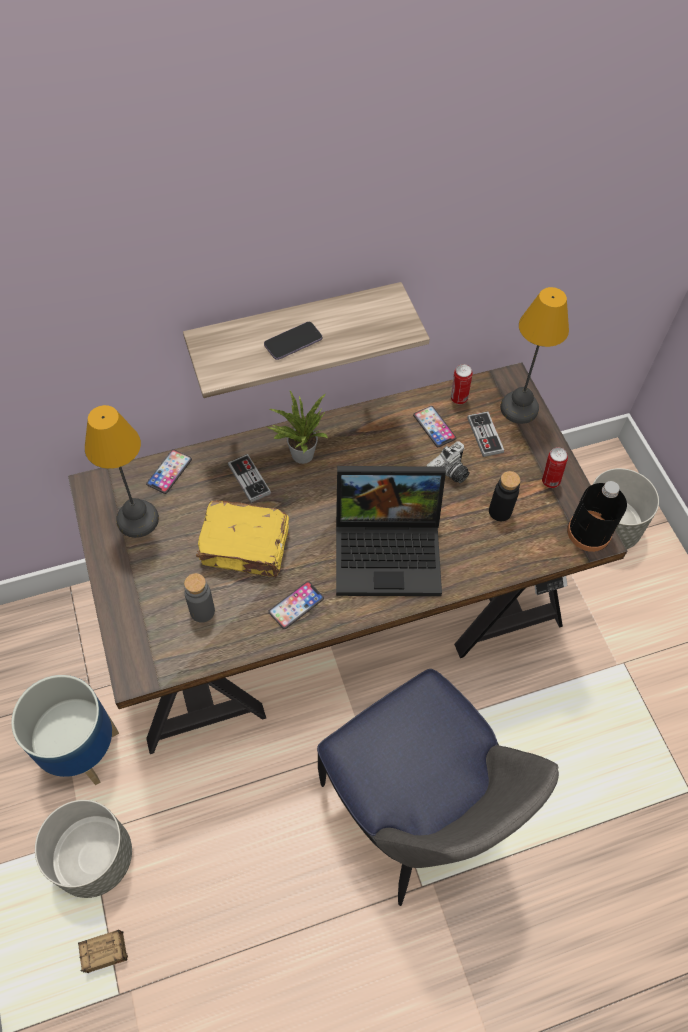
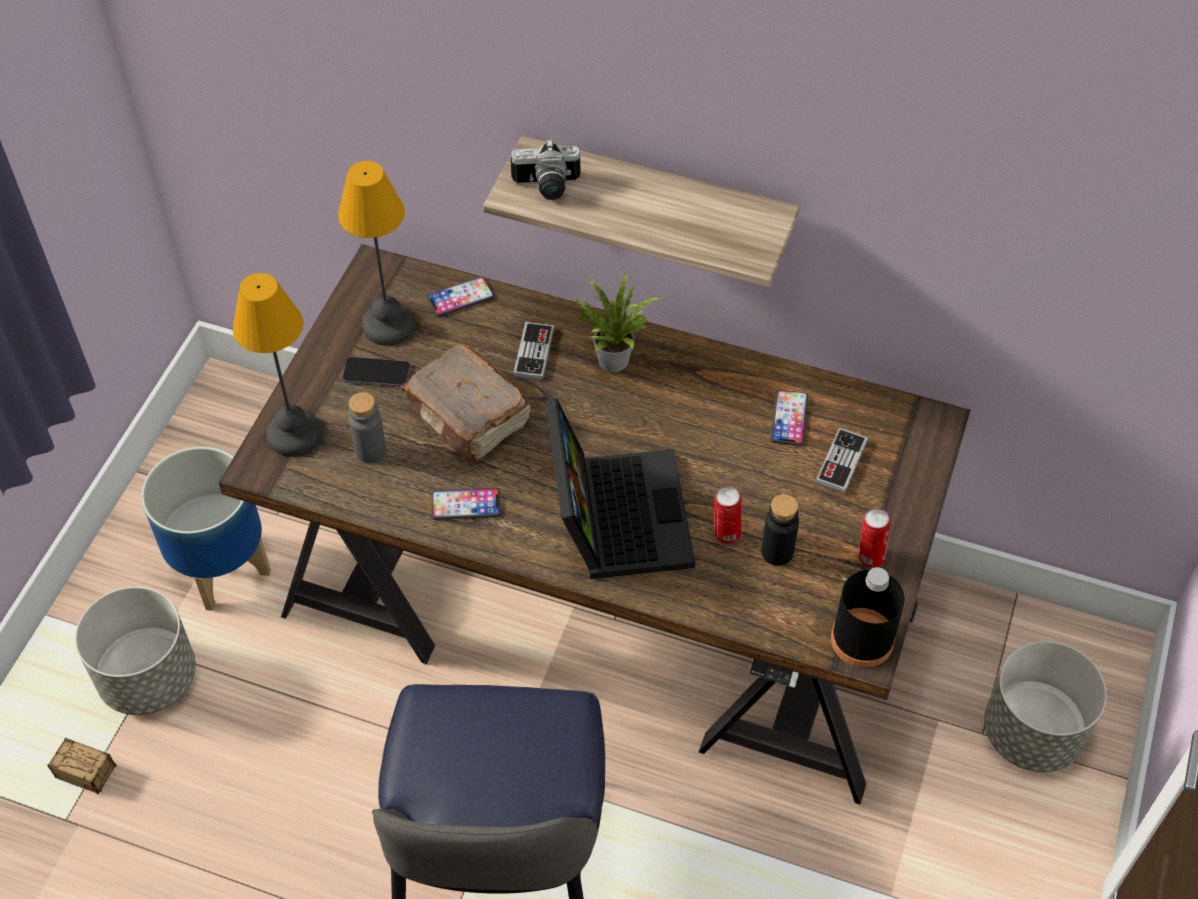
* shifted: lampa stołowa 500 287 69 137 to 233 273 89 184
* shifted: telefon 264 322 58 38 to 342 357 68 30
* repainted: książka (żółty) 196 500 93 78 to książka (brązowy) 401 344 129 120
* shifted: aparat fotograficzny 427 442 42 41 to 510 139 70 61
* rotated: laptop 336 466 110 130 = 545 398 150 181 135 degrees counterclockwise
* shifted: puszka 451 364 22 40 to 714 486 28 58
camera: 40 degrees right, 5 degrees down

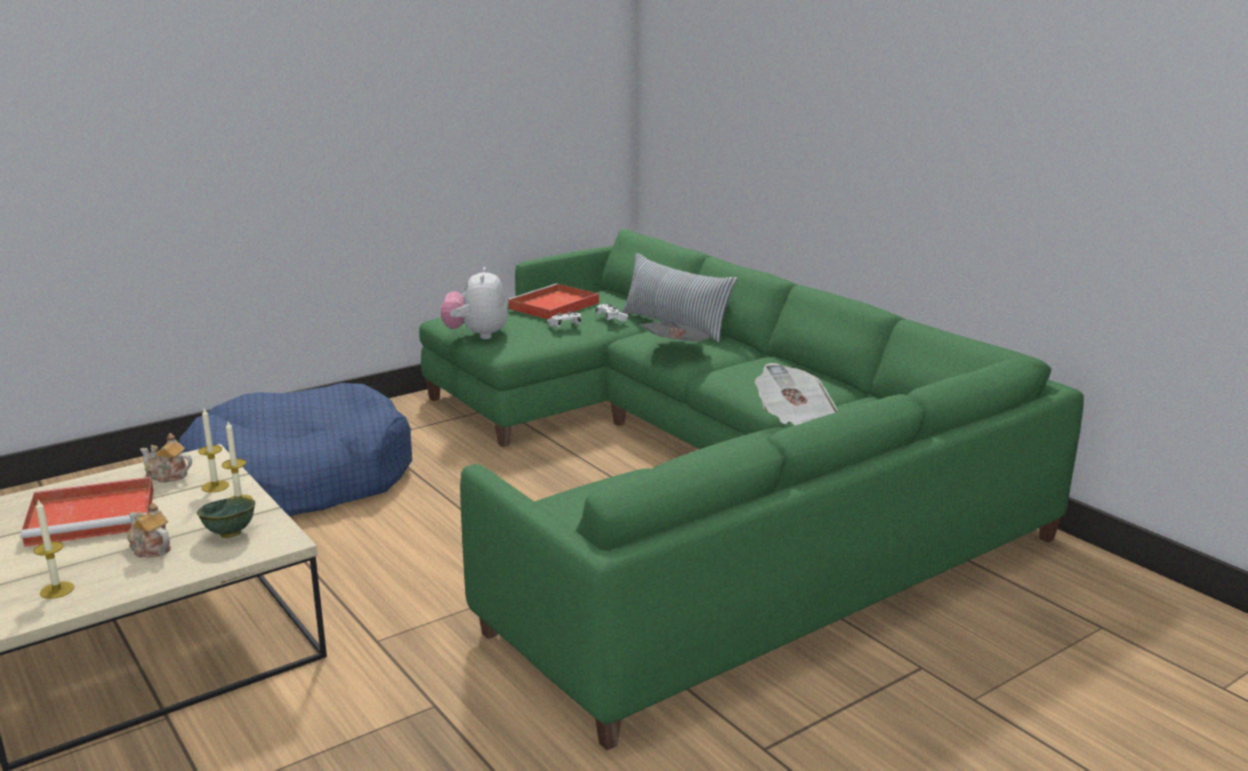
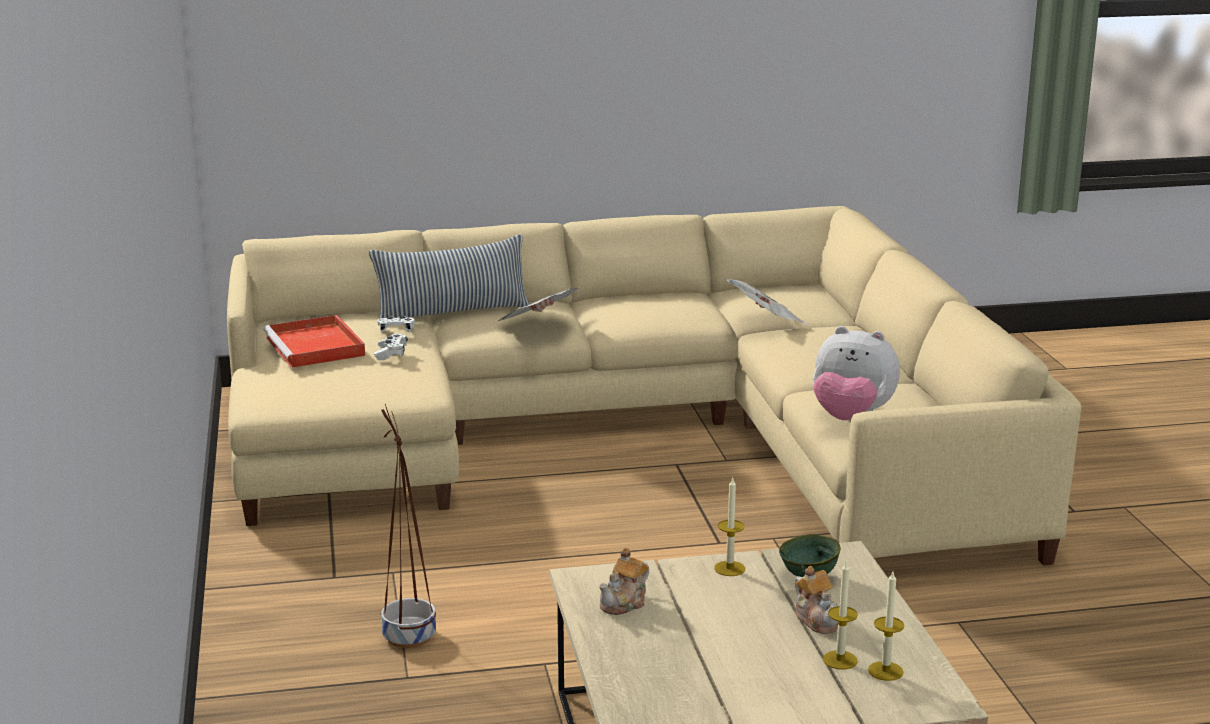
* repainted: kanapa (zielony) 419 229 665 521 to kanapa (beżowy) 227 206 854 360
* swapped: legowisko (niebieski) 179 383 233 134 to donica (brązowy) 380 404 56 244
* rotated: imbryk 127 503 44 55 = 795 566 44 68 90 degrees counterclockwise
* shifted: pluszak 440 267 68 72 to 813 326 87 94
* shifted: świeca 198 409 31 84 to 823 560 35 110
* gone: taca (czerwony) 21 477 132 70
camera: 65 degrees left, 0 degrees up

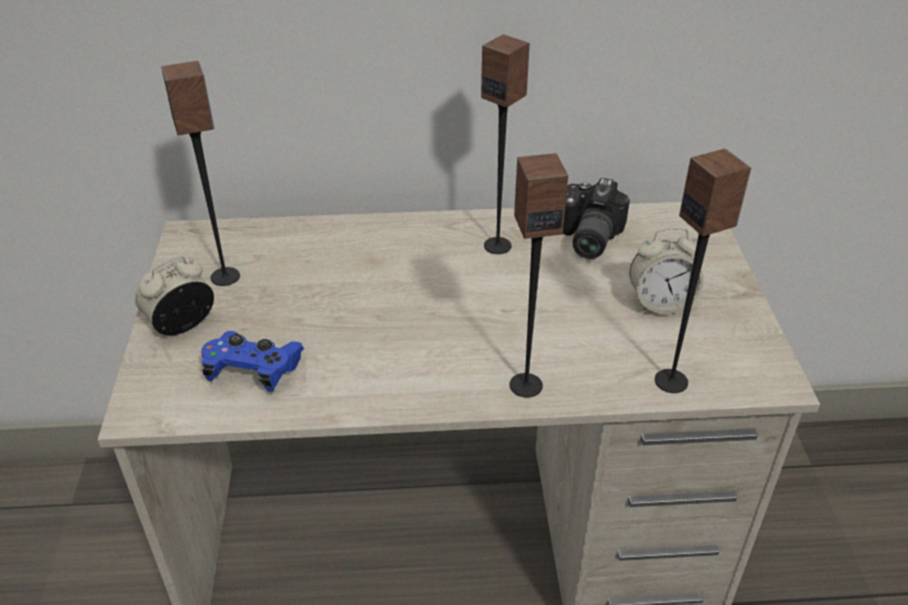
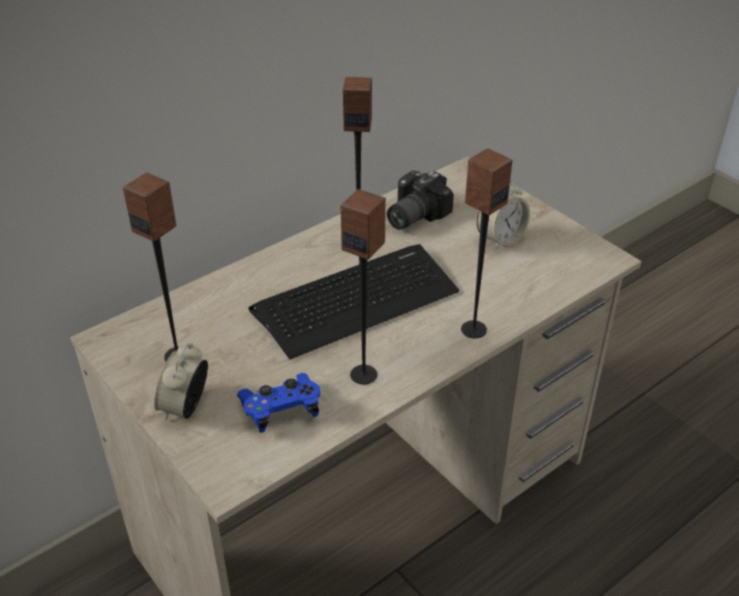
* new: klawiatura 248 244 211 115
* shifted: głośnik 655 149 96 244 to 341 189 45 196
* rotated: aparat fotograficzny 563 178 67 81 = 387 171 67 59 60 degrees clockwise
camera: 35 degrees left, 0 degrees up

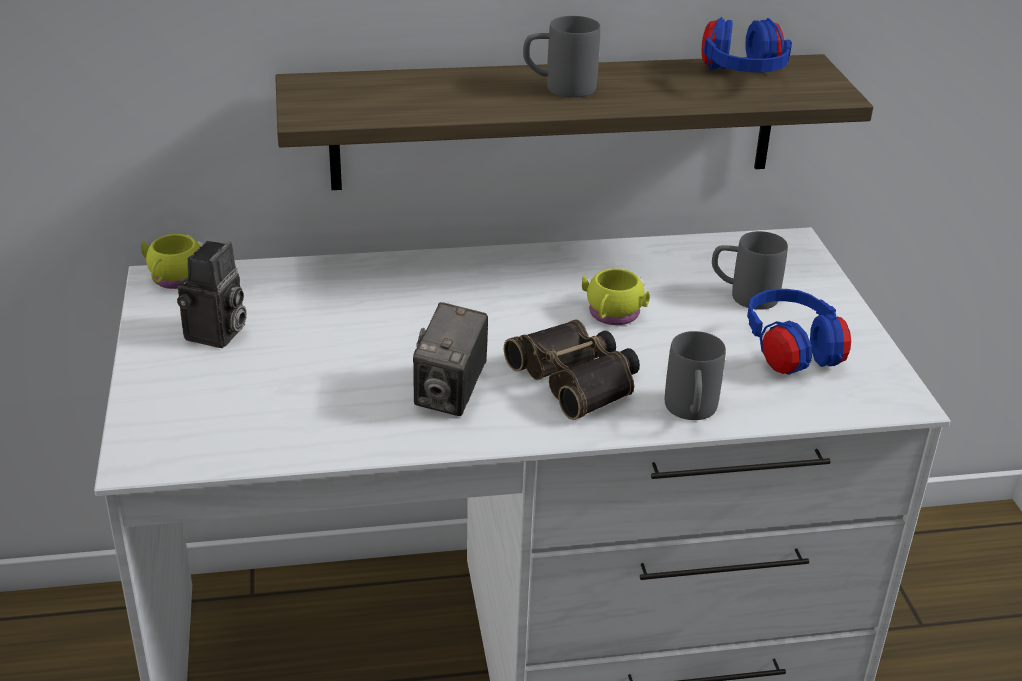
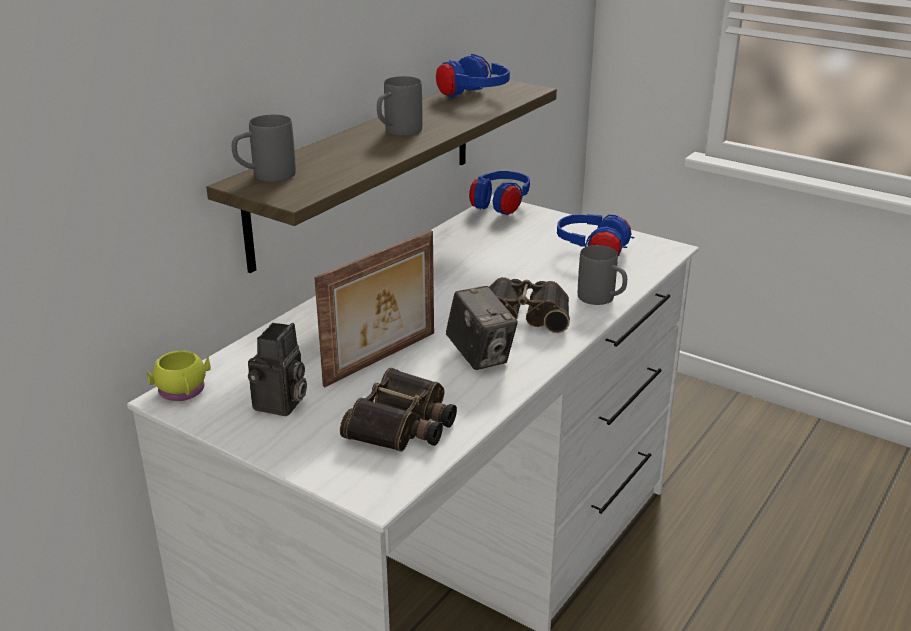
* shifted: kubek (szary) 712 231 76 79 to 232 115 64 67
* rotated: aparat fotograficzny 177 241 70 107 = 248 323 59 93 45 degrees clockwise
* new: ramka na zdjęcie 314 230 120 157
* new: lornetka 340 368 117 84
* new: słuchawki (niebieski) 469 171 61 44
* gone: kubek (żółty) 582 268 68 57
camera: 45 degrees left, 5 degrees down

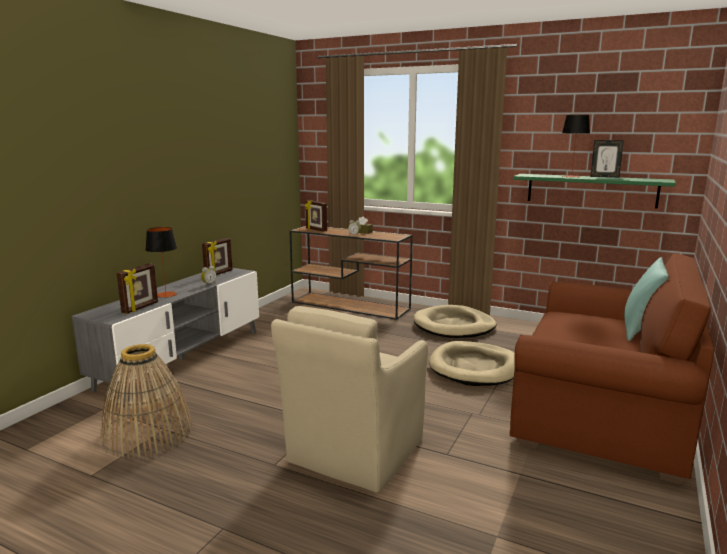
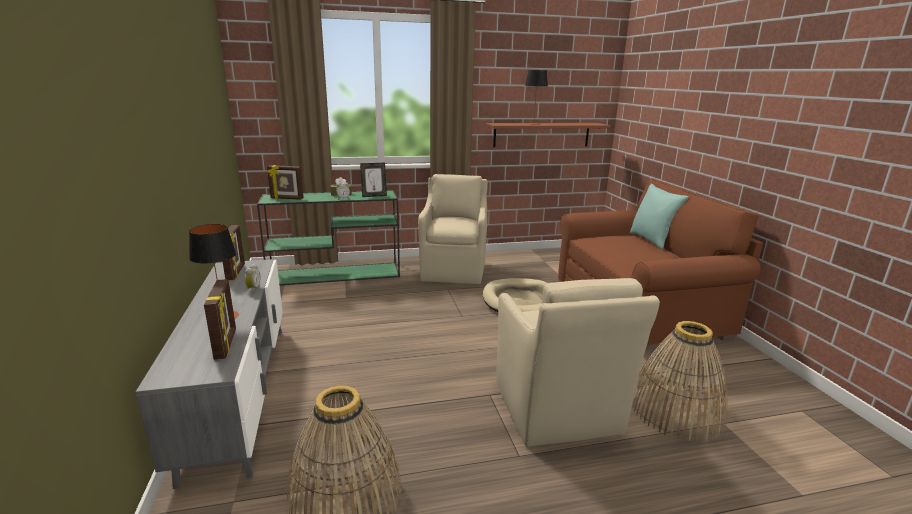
* repainted: stolik konsolowy (brązowy) 290 226 123 94 to stolik konsolowy (zielony) 257 190 143 96
* shifted: ramka na zdjęcie 590 140 34 38 to 360 163 27 34
* swapped: legowisko (beżowy) 414 305 82 33 to fotel (beżowy) 418 174 70 110
* repainted: półka (zielony) 513 174 163 35 to półka (brązowy) 486 123 125 24
* new: koszyk 633 321 94 121
camera: 40 degrees left, 5 degrees up

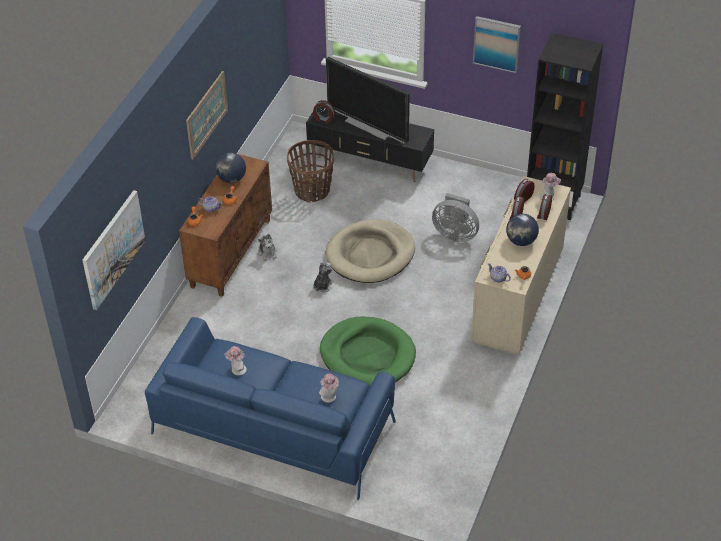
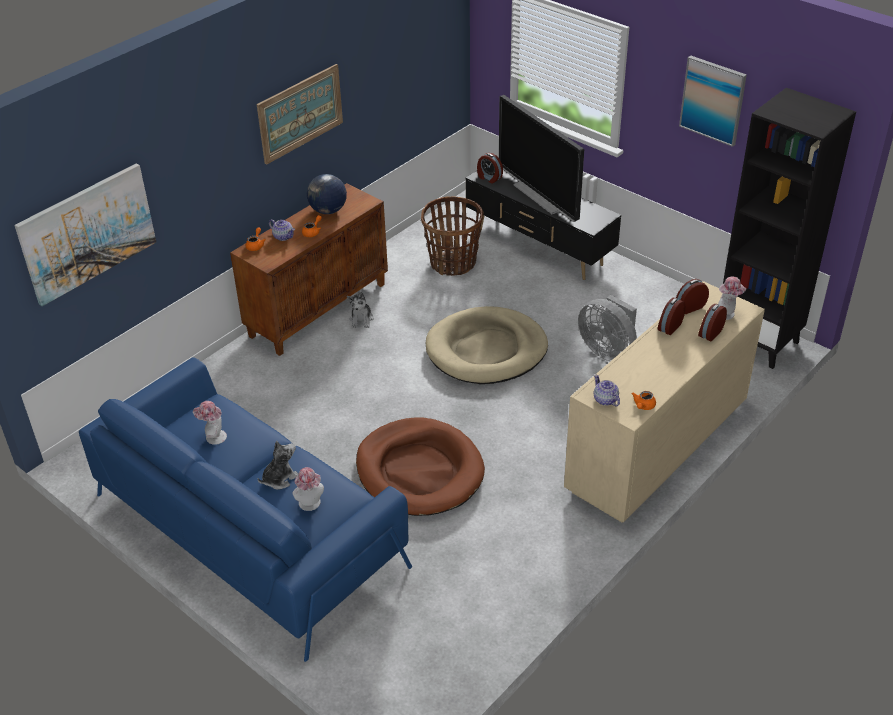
* shifted: pluszak 313 263 20 30 to 258 441 41 49
* repainted: legowisko (zielony) 320 316 96 72 to legowisko (brązowy) 356 417 129 99
* gone: globus 506 214 33 32
camera: 20 degrees right, 5 degrees down

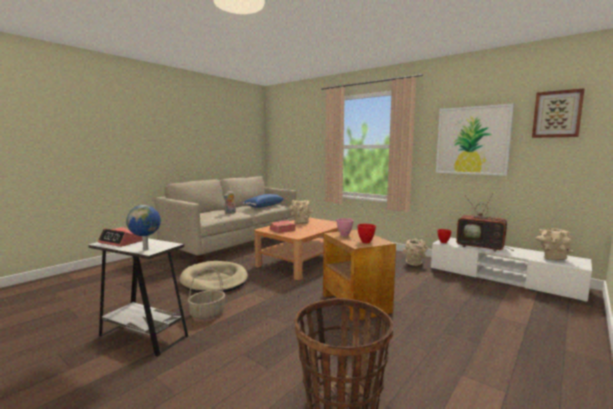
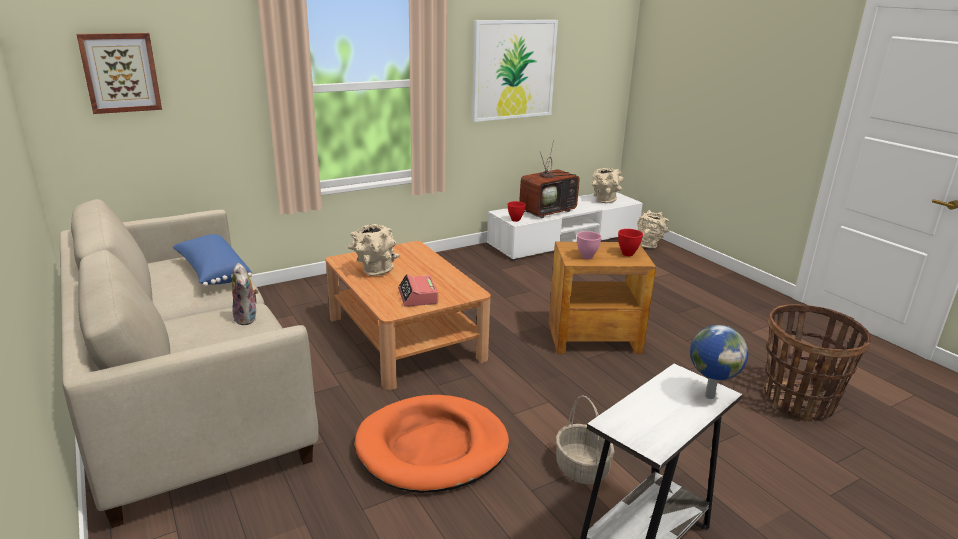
* shifted: obraz 532 88 53 50 to 76 33 86 81
* repainted: legowisko (beżowy) 179 261 69 32 to legowisko (pomarańczowy) 355 395 154 98
* shifted: wazon (beżowy) 402 239 26 27 to 637 210 33 39
* gone: budzik 98 227 44 20
camera: 70 degrees left, 15 degrees up

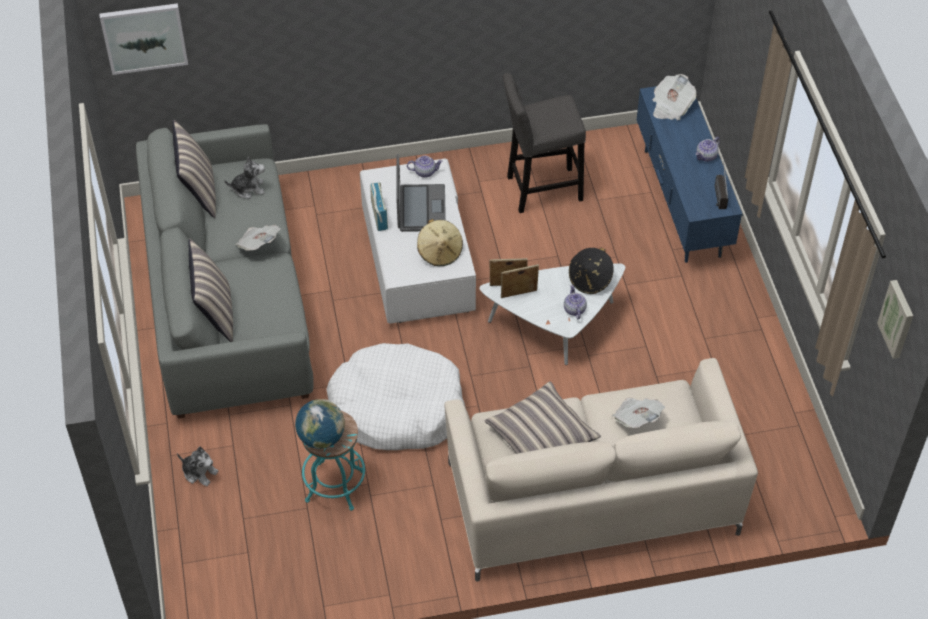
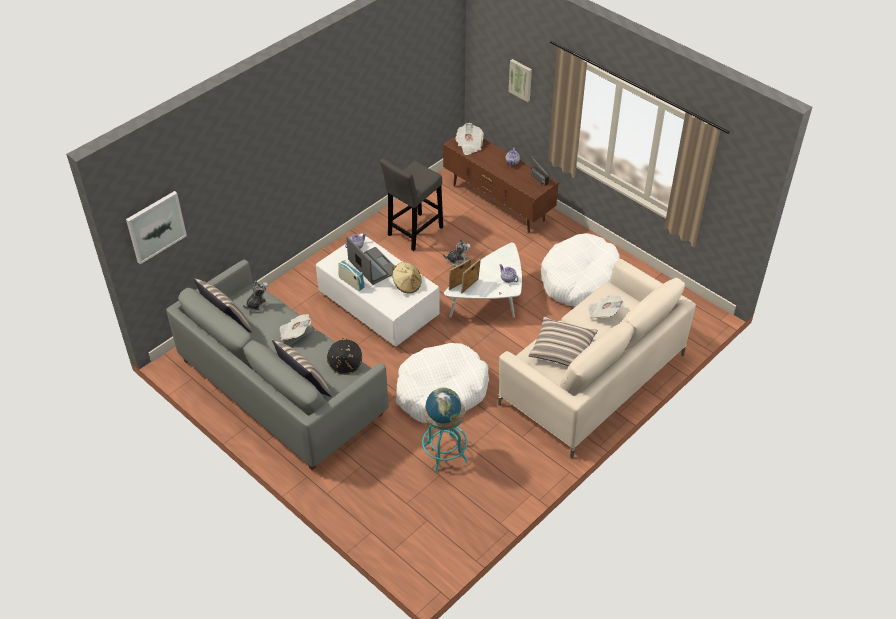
* shifted: kapelusz (czarny) 569 247 45 47 to 327 338 35 37
* repainted: szafka pod telewizor (niebieski) 637 86 106 177 to szafka pod telewizor (brązowy) 443 136 116 97
* shifted: pluszak 177 446 42 40 to 443 238 28 28
* shifted: obraz 877 280 36 79 to 509 59 23 43
* new: legowisko (biały) 541 233 79 74
camera: 35 degrees left, 5 degrees down

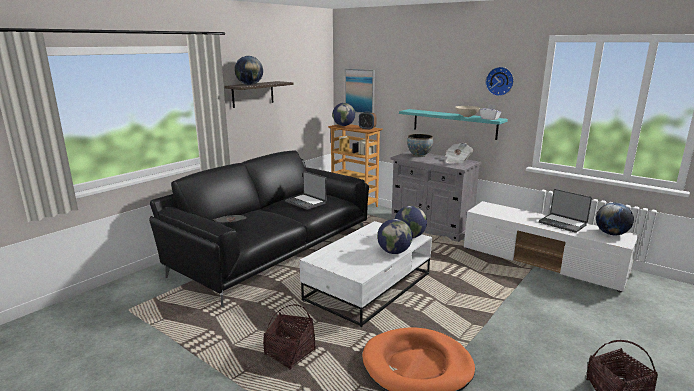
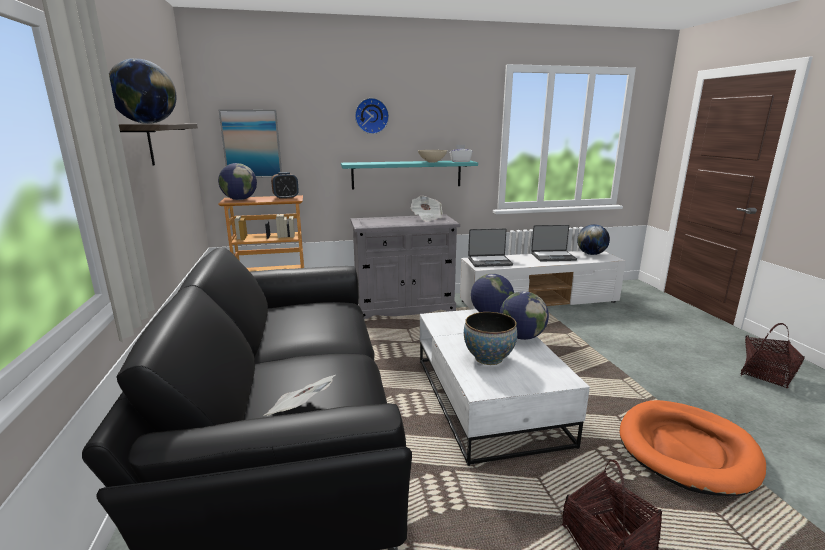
* shifted: zegar ścienny 485 67 29 29 to 355 98 34 36
* shifted: miska 407 134 26 23 to 464 312 53 53
* shifted: laptop 285 171 42 39 to 468 228 45 39
camera: 50 degrees left, 0 degrees up

